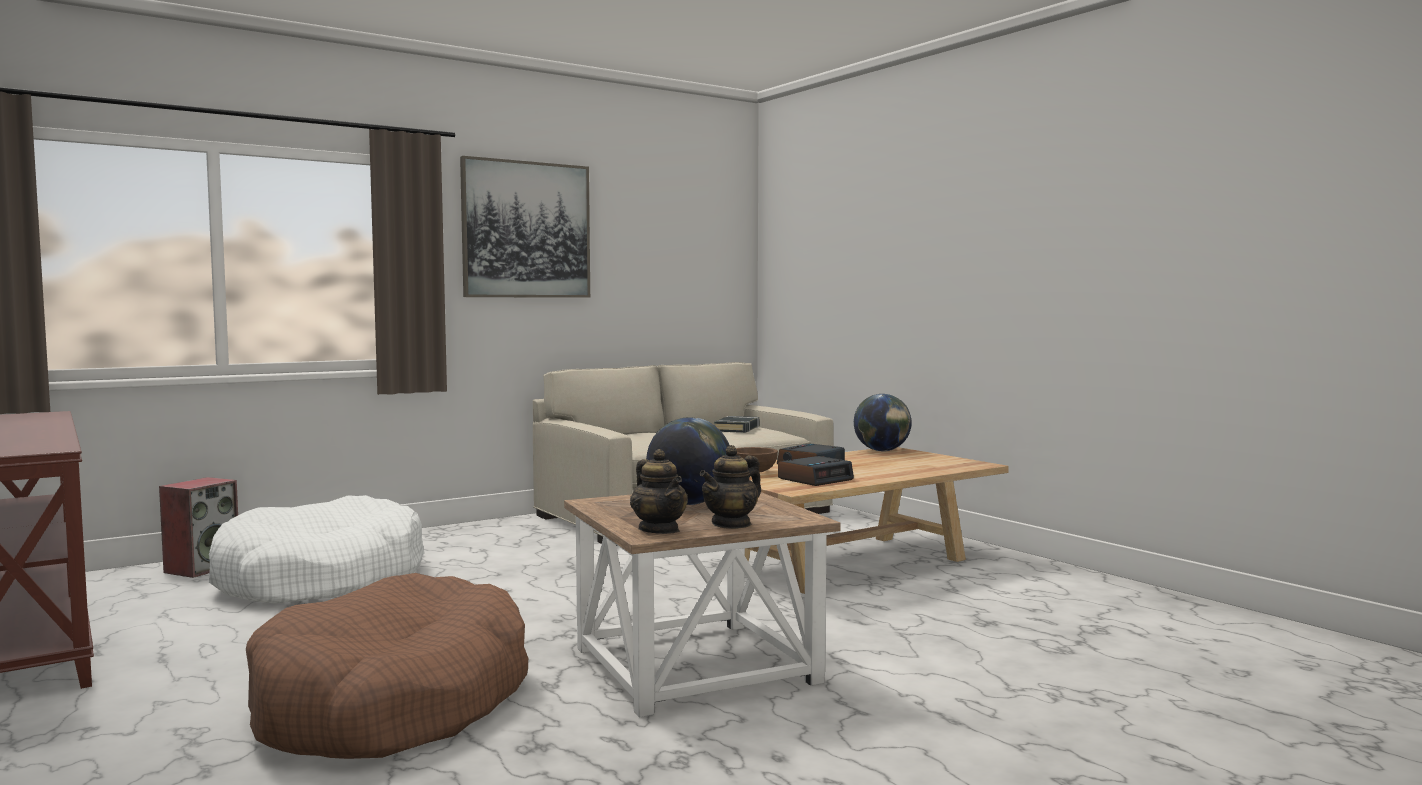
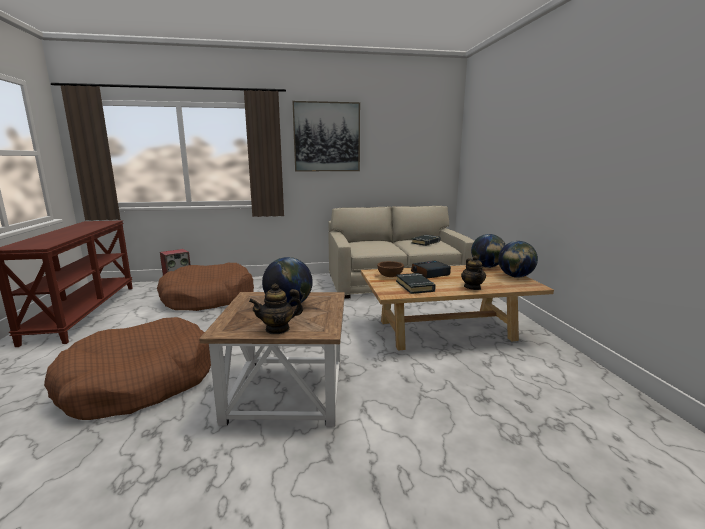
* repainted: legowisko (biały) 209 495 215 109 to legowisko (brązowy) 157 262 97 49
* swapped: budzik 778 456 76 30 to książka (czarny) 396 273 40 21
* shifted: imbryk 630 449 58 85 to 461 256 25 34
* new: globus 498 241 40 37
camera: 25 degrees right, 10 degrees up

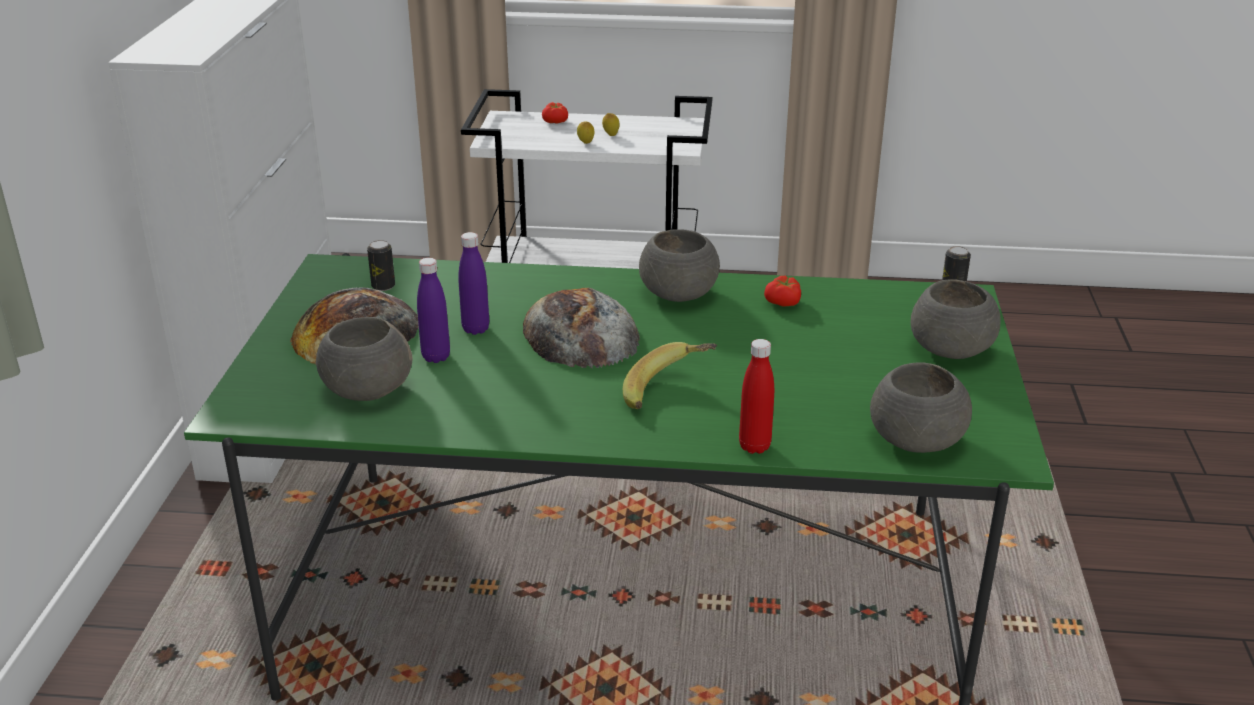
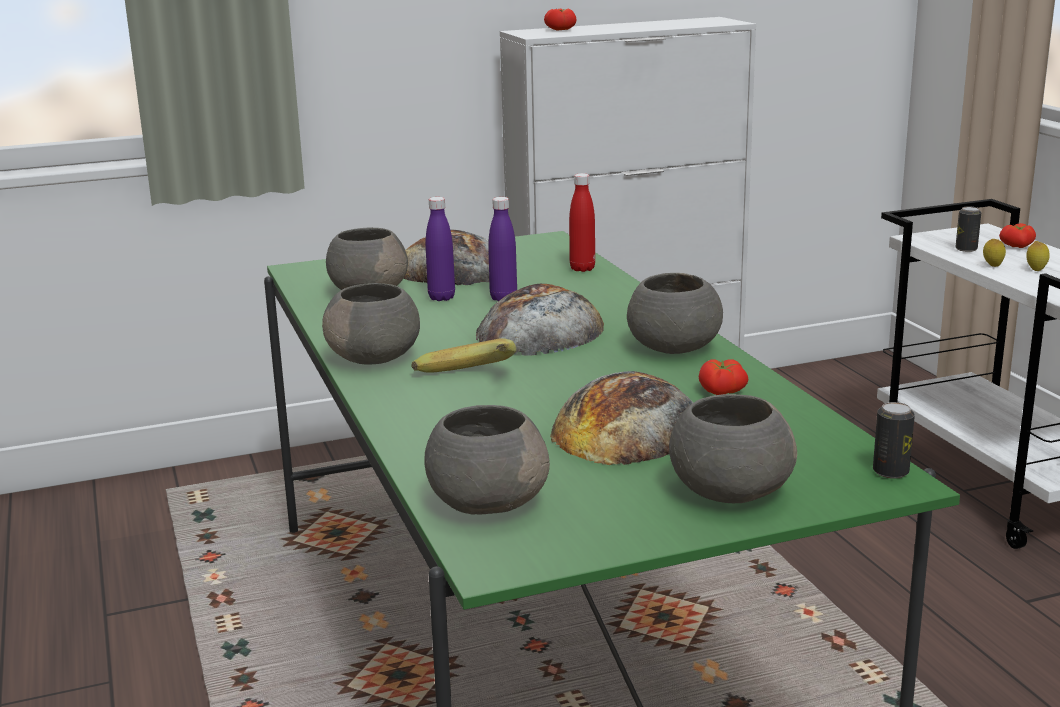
* new: miska (szary) 322 283 98 82
* new: pomidor 544 9 33 22
* new: chleb 550 371 144 94
* shifted: butelka (czerwony) 739 339 35 115 to 569 173 26 99
* shifted: puszka 367 240 28 51 to 956 206 25 46
camera: 65 degrees right, 10 degrees down

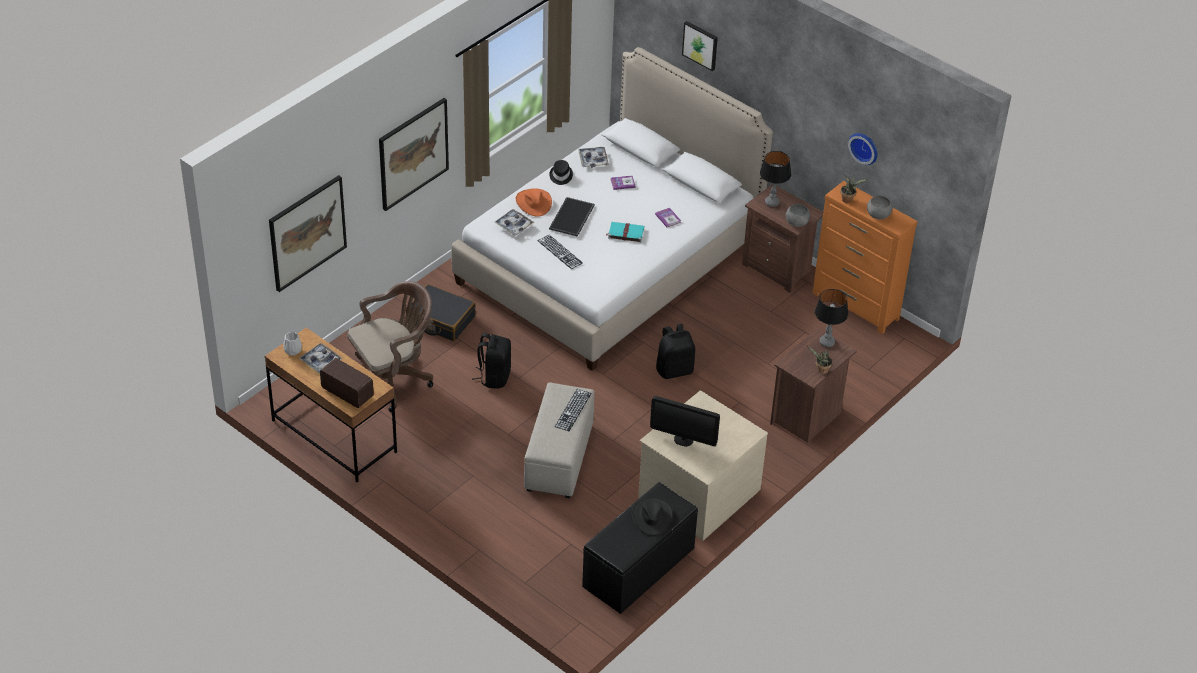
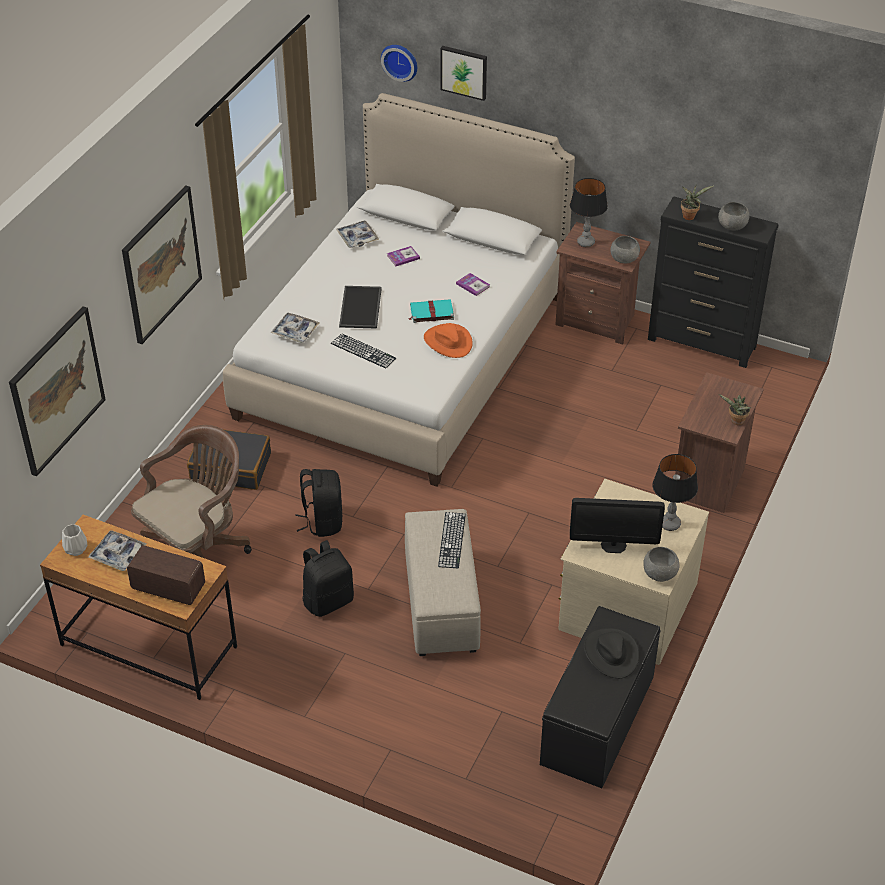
* shifted: plecak (czarny) 656 324 39 55 to 302 540 52 77
* shifted: zegar ścienny 848 133 30 32 to 381 45 36 37
* shifted: kapelusz (pomarańczowy) 516 188 36 28 to 424 323 49 35
* new: miska (szary) 643 547 36 35
* repainted: komoda (pomarańczowy) 812 181 105 153 to komoda (czarny) 648 197 130 171
* shifted: lampa stołowa 815 289 33 58 to 652 454 46 77
* gone: kapelusz (czarny) 549 160 24 25
camera: 15 degrees left, 0 degrees up

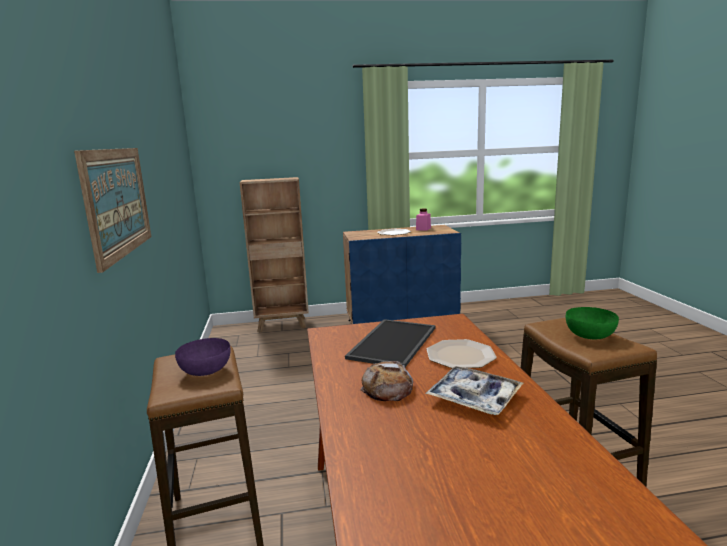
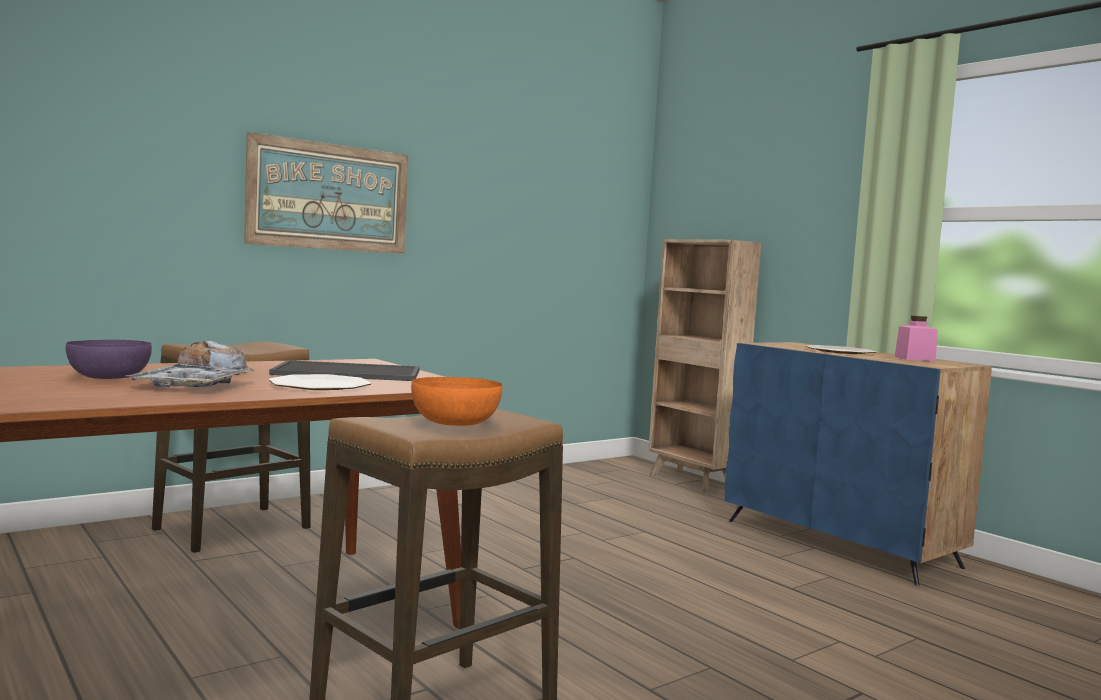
* shifted: miska (fioletowy) 175 338 56 38 to 66 340 86 39
* repainted: miska (zielony) 566 307 53 32 to miska (pomarańczowy) 411 377 91 49
camera: 60 degrees right, 10 degrees down

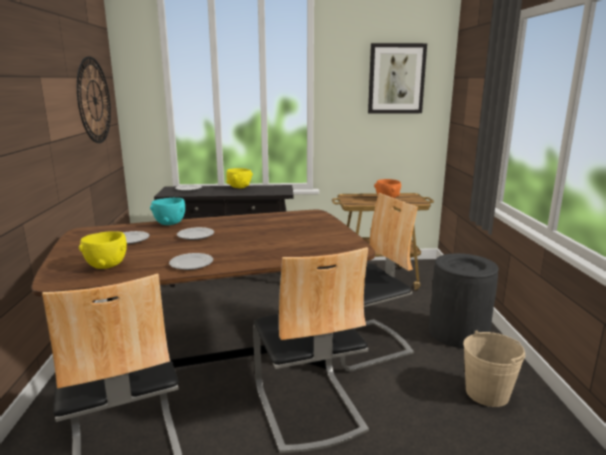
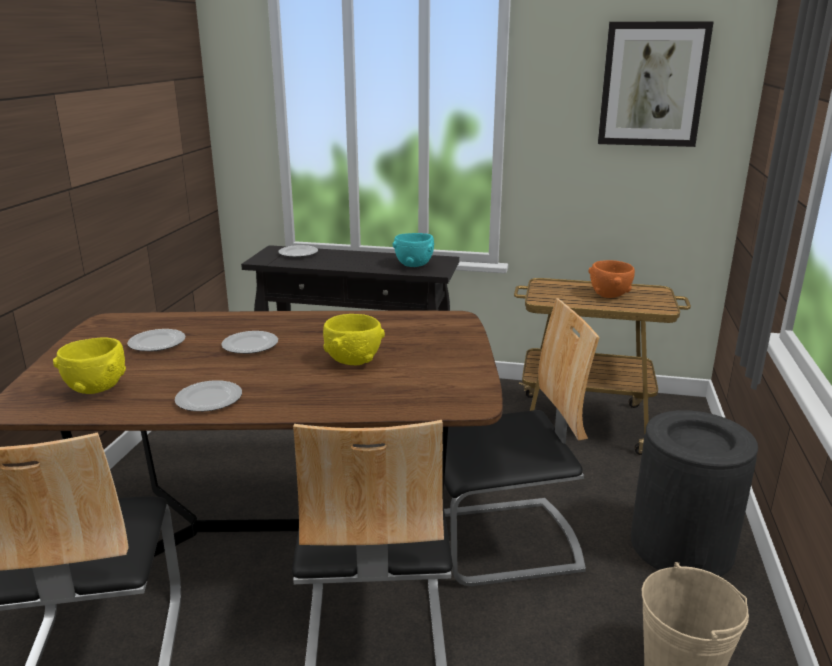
* shifted: miska (żółty) 226 168 27 20 to 323 314 62 51
* shifted: miska (turkusowy) 150 198 35 27 to 393 233 41 34
* gone: zegar ścienny 77 56 34 87
camera: 15 degrees right, 5 degrees up

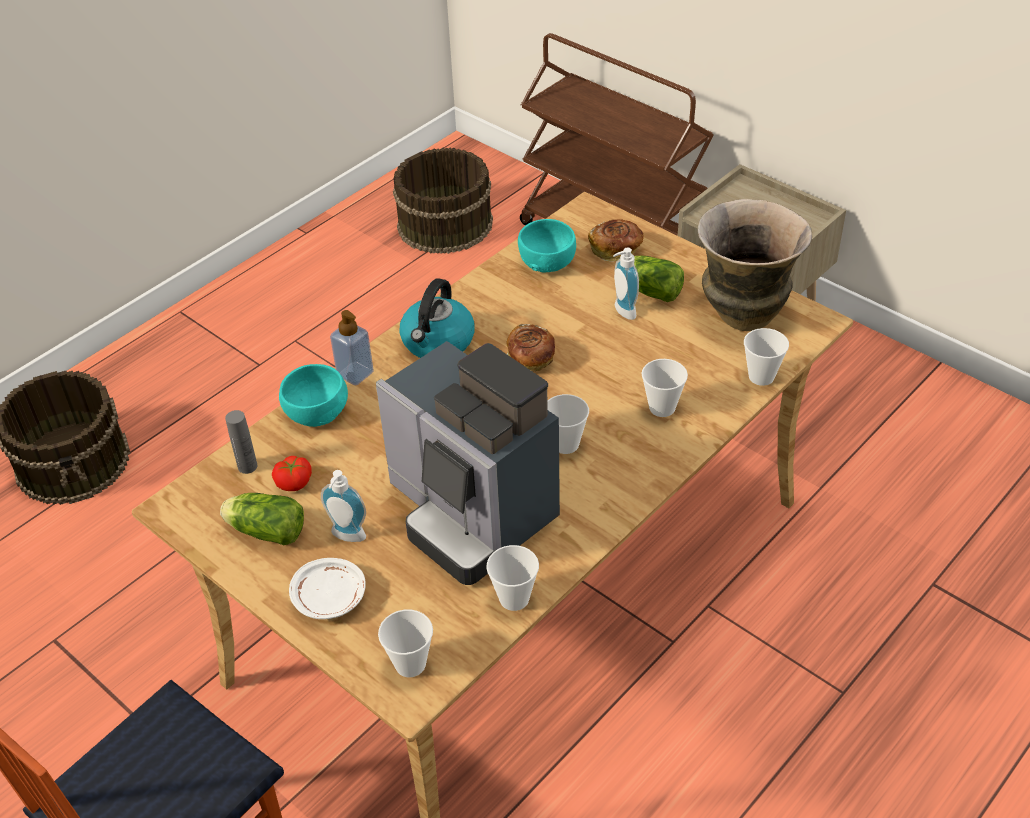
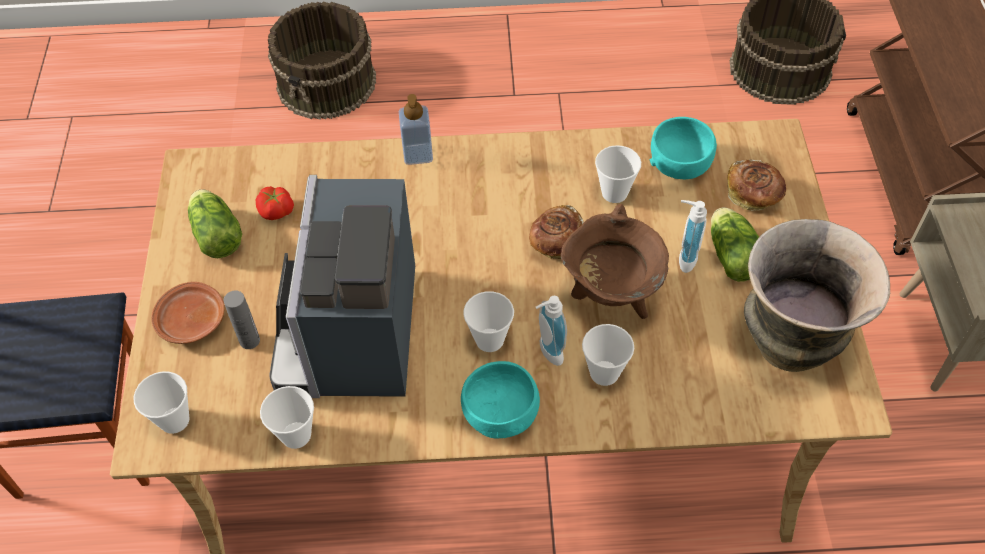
* repainted: talerz (biały) 289 558 77 61 to talerz (brązowy) 151 282 74 62
* shifted: butelka (szary) 225 410 32 64 to 224 290 36 59
* shifted: miska (turkusowy) 279 364 69 63 to 461 361 79 77
* shifted: dozownik mydła 321 470 45 72 to 536 296 31 70
* new: garnek (brązowy) 561 204 108 115
* shifted: filiżanka 744 328 45 58 to 595 145 46 58
* gone: czajnik 400 278 75 80
camera: 45 degrees right, 10 degrees up

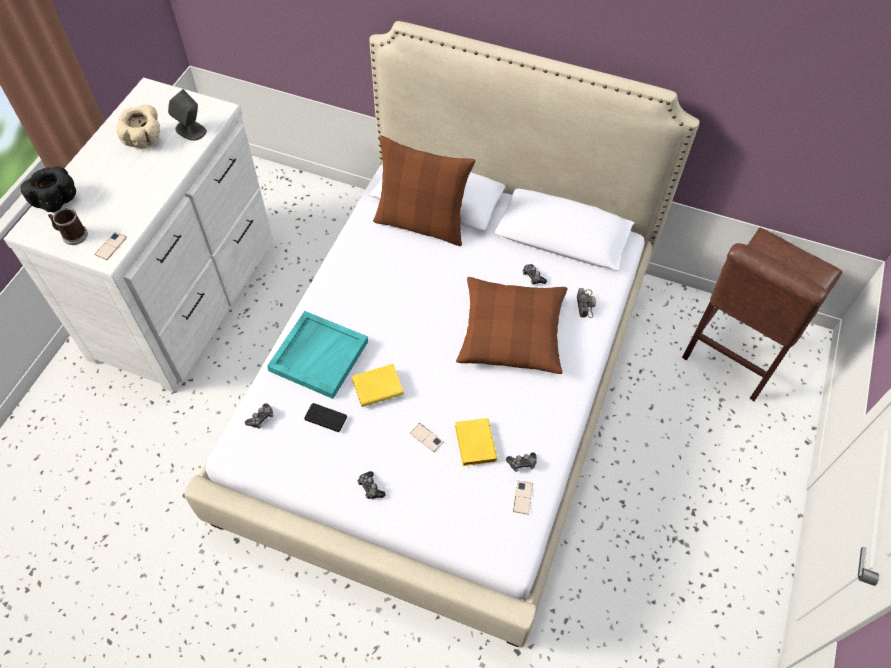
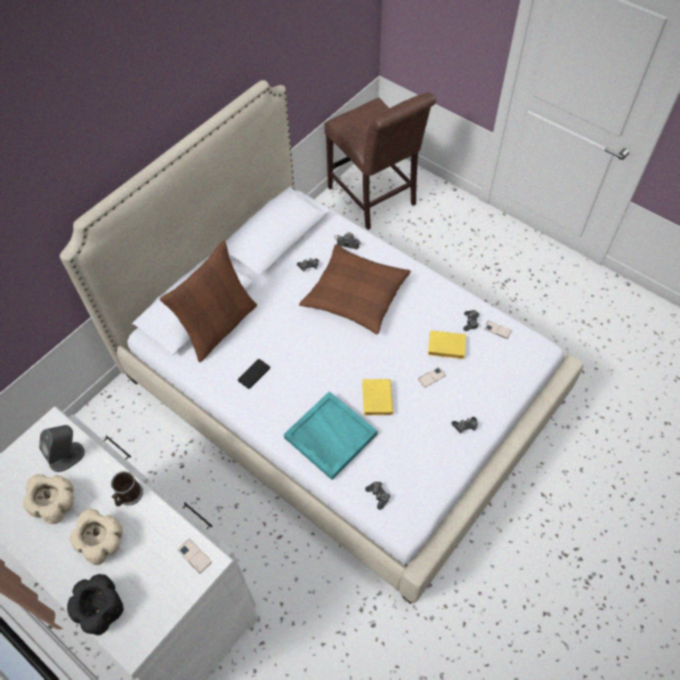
* new: miska (beżowy) 70 509 53 56
* shifted: kubek 48 208 40 37 to 111 471 32 36
* shifted: pad do gier (czarny) 304 403 43 29 to 238 359 32 30
camera: 70 degrees left, 0 degrees up

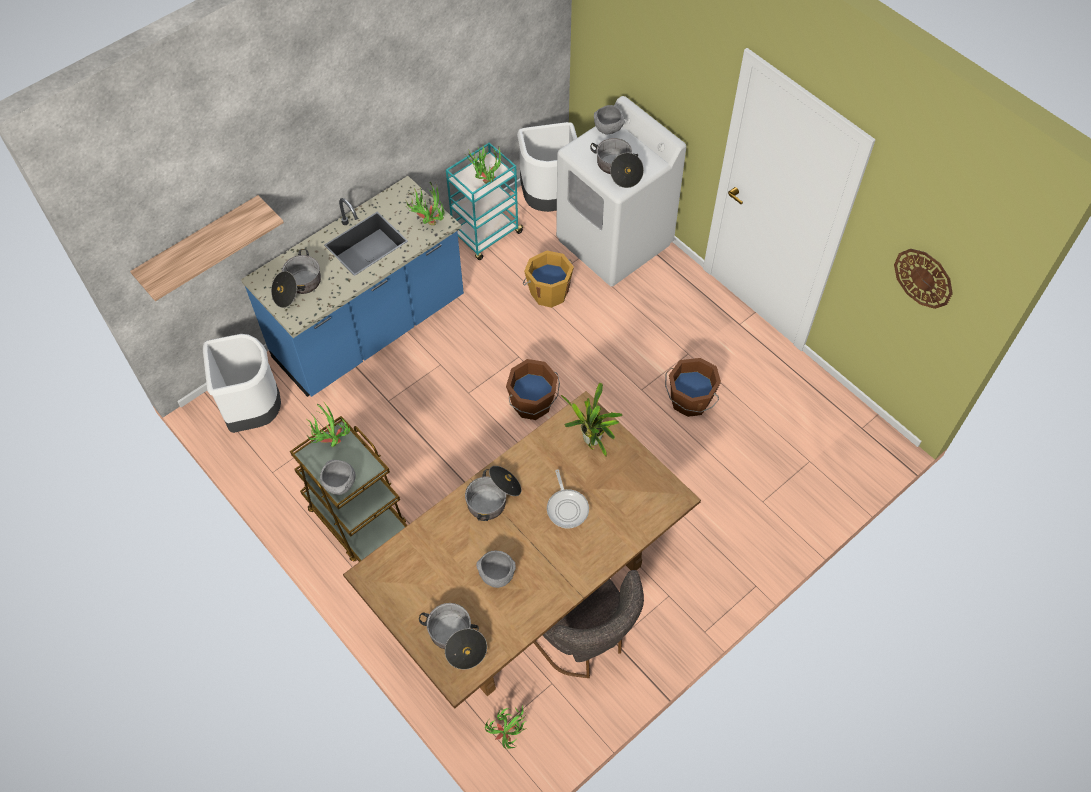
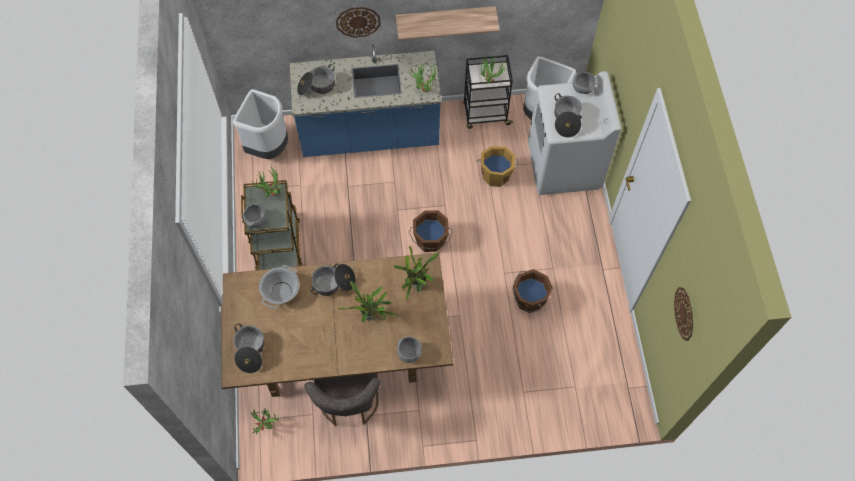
* new: garnek 259 265 40 44
* new: zegar ścienny 336 7 45 31
* swapped: patelnia 547 469 42 60 to roślina doniczkowa 338 281 59 42
* shifted: półka 130 195 154 106 to 396 6 104 34
* shifted: miska (szary) 476 550 40 38 to 397 337 25 26
* repainted: wózek (turkusowy) 446 143 79 117 to wózek (czarny) 463 55 50 74
camera: 35 degrees right, 5 degrees up

